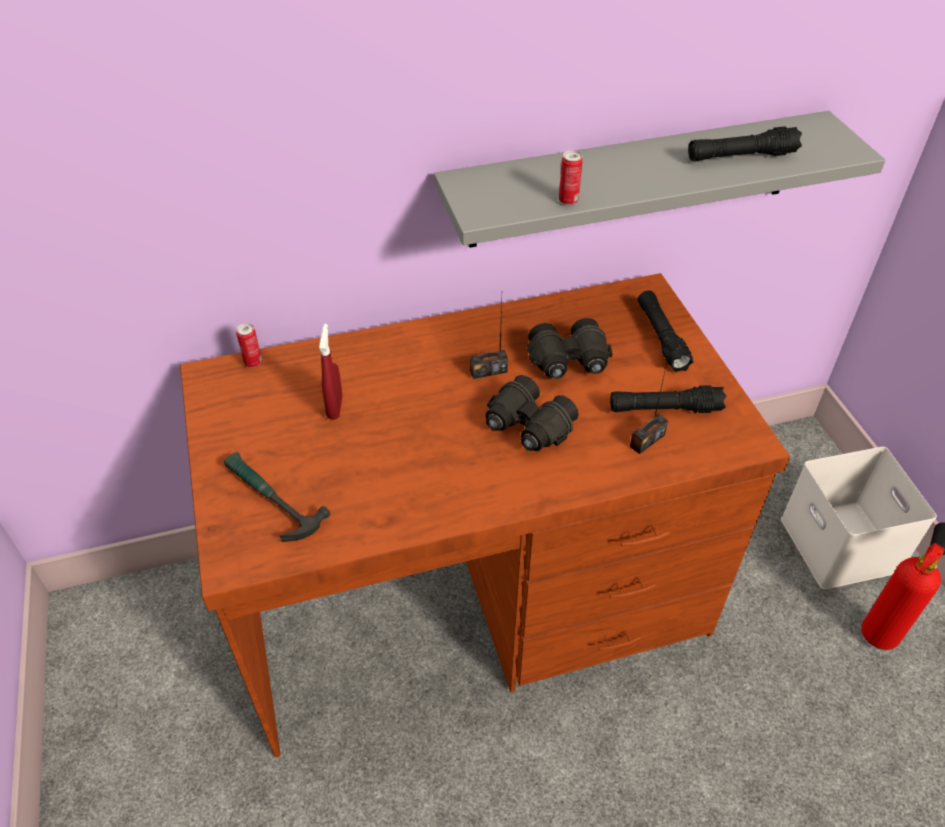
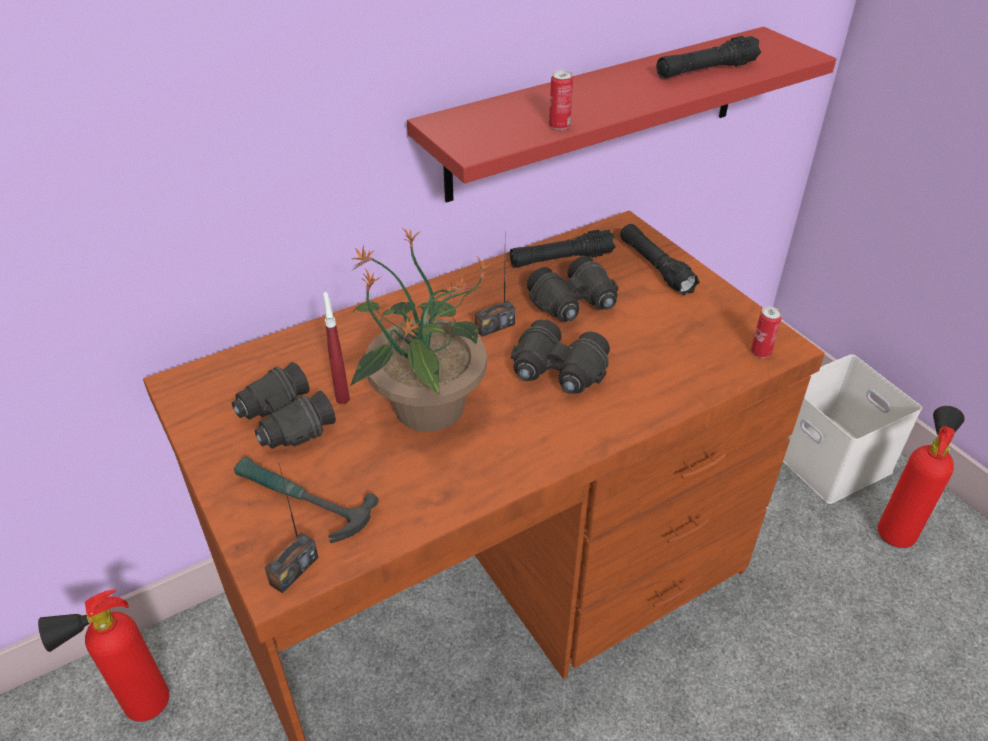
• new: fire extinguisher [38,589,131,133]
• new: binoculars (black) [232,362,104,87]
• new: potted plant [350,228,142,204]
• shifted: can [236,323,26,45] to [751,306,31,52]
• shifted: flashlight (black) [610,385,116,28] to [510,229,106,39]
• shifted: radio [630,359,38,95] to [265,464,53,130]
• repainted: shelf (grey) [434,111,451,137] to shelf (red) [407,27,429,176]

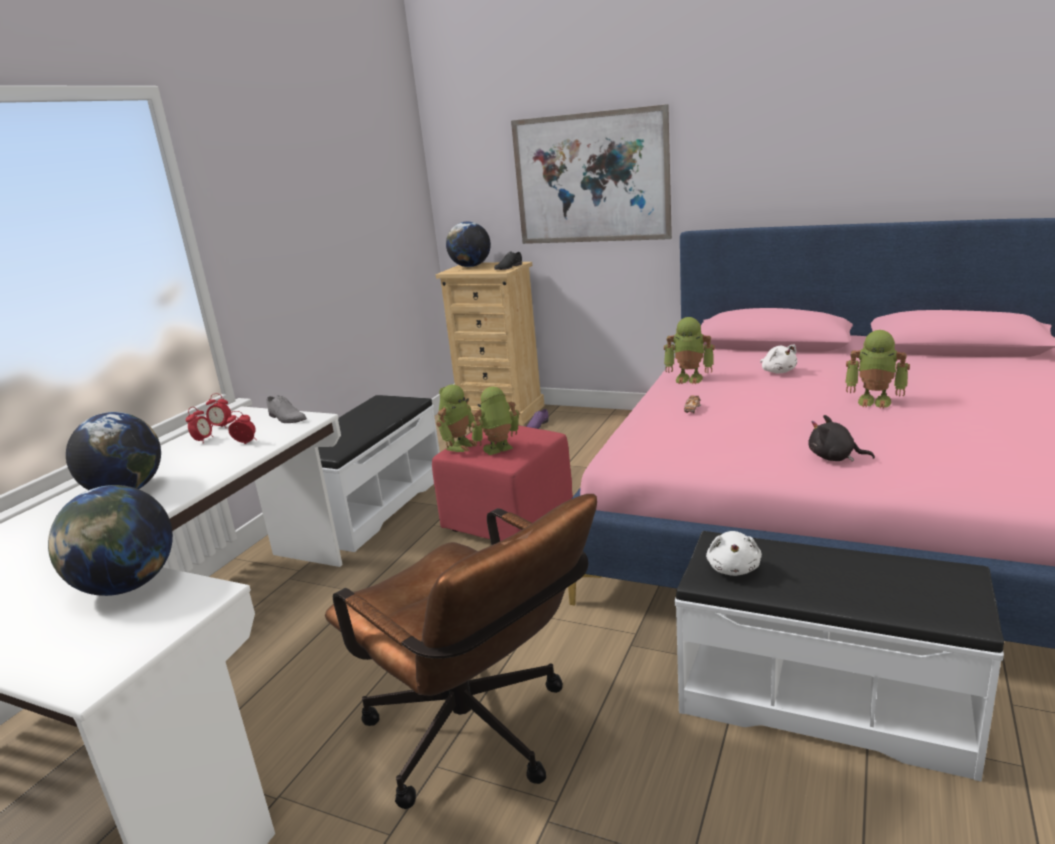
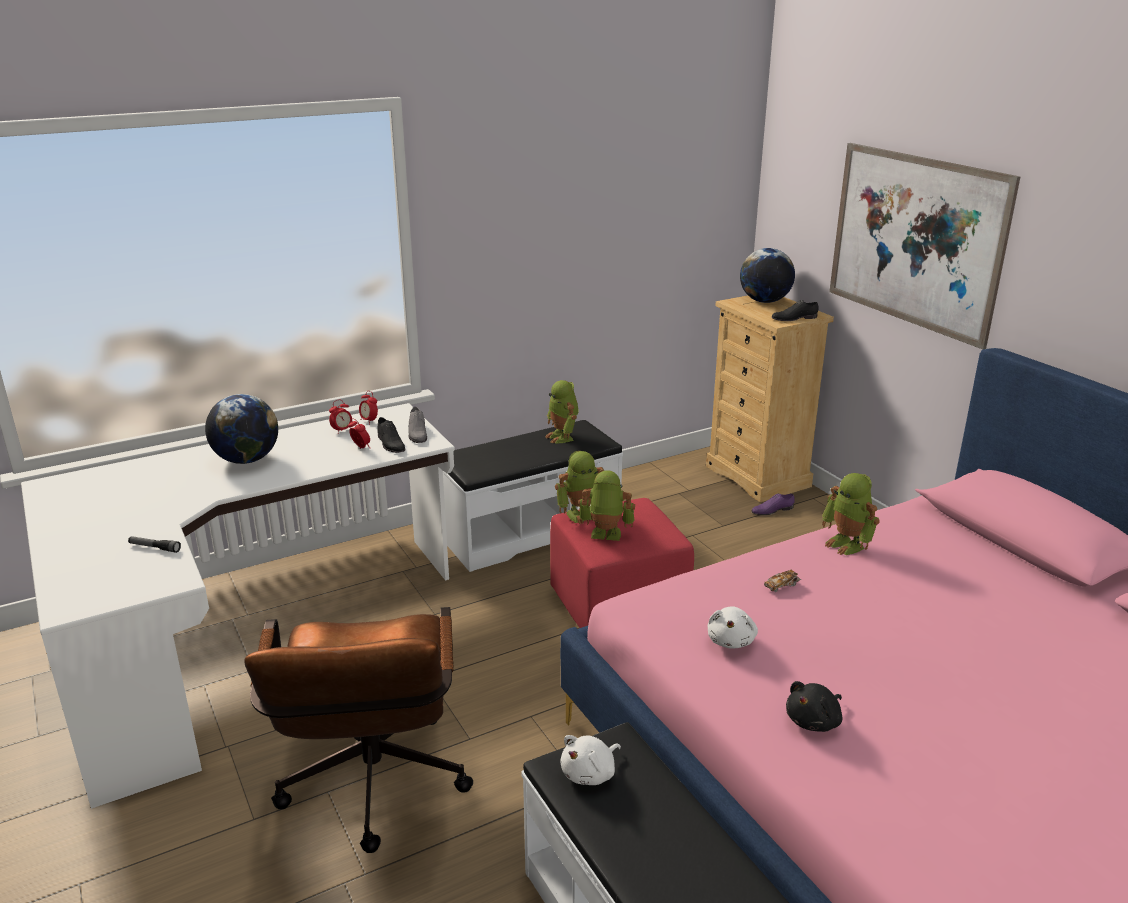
• new: shoe (black) [377,417,28,36]
• shifted: plush toy (white) [760,344,37,29] to [707,607,51,41]
• shifted: toy robot [845,330,65,79] to [545,380,34,64]
• swapped: globe [48,485,125,111] to flashlight [128,536,53,17]
• rotated: plush toy (black) [808,415,67,47] = [786,681,57,51] 105 degrees counterclockwise

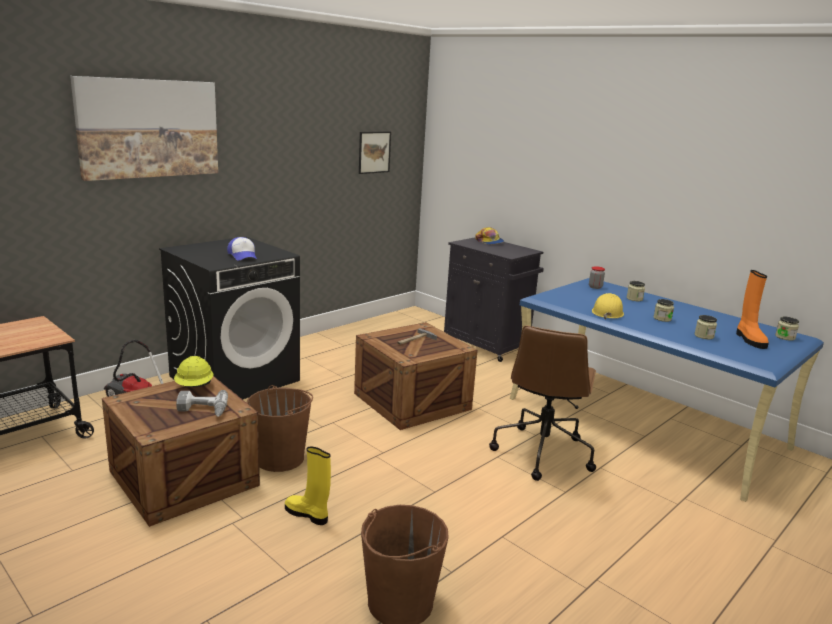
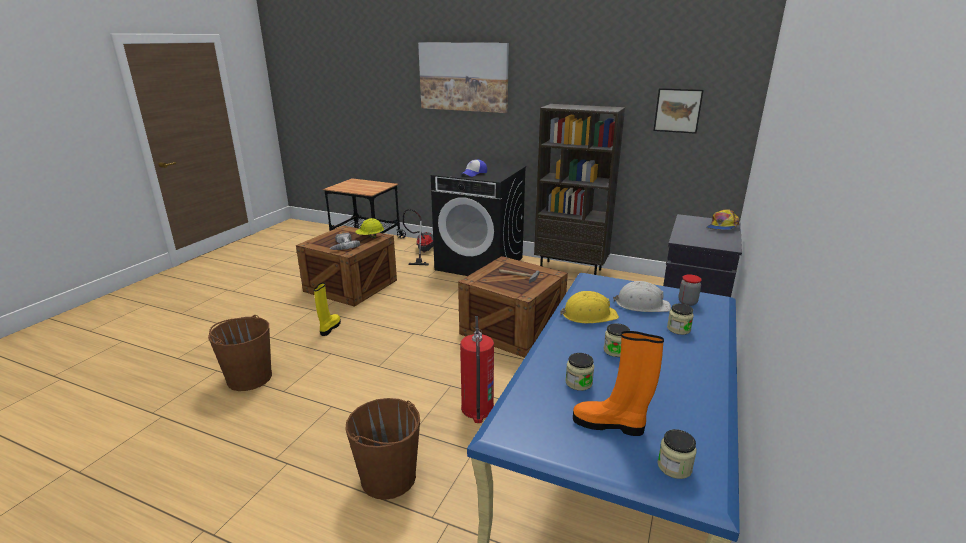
• new: bookcase (brown) [534,104,91,171]
• new: hard hat (white) [613,281,58,31]
• shifted: bucket (brown) [247,385,66,87] to [345,398,75,102]
• swapped: office chair (brown) [489,326,107,155] to fire extinguisher [460,316,34,107]
• rotated: boot (orange) [736,270,33,79] = [573,331,91,105] 45 degrees clockwise

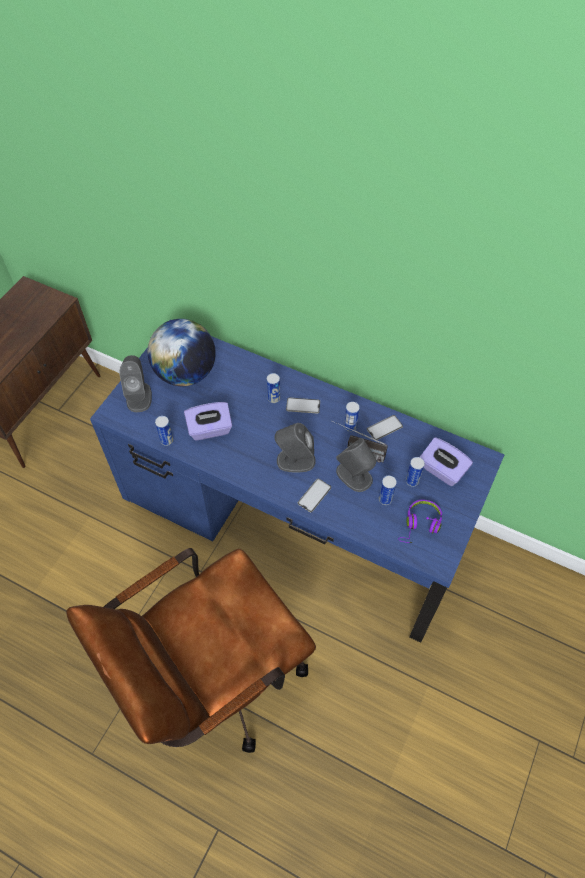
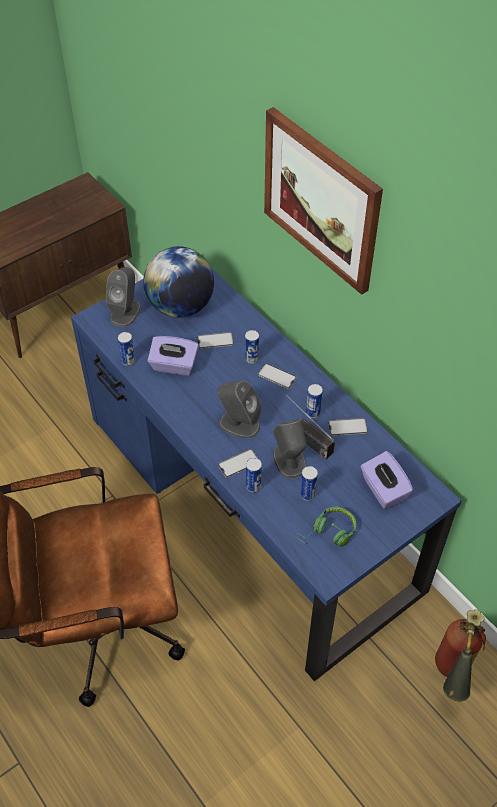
• new: phone [197,332,37,17]
• new: picture [264,107,119,188]
• new: fire extinguisher [435,609,51,92]
• shifted: can [406,457,19,30] to [246,458,16,34]
• repainted: headphones (purple) [398,500,44,43] to headphones (green) [296,507,60,40]

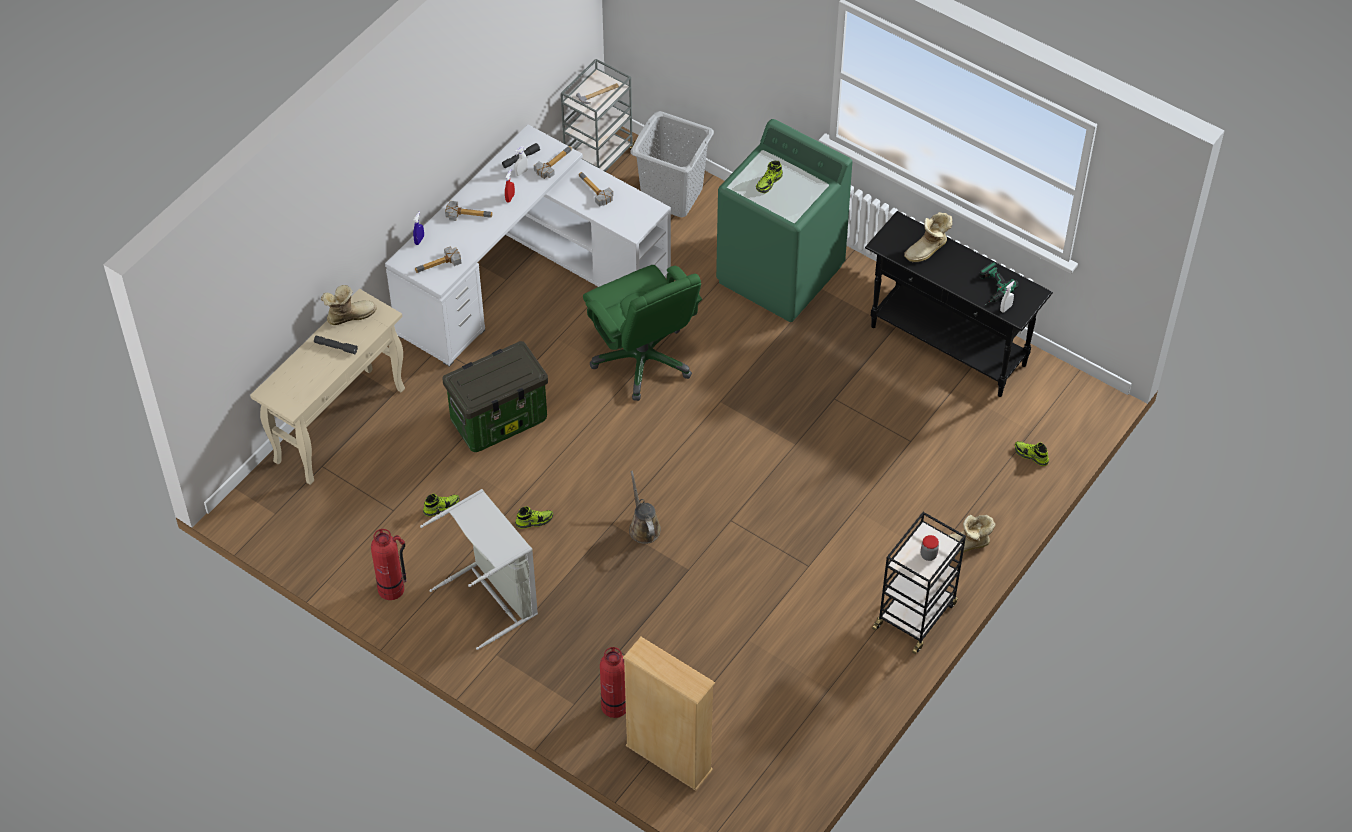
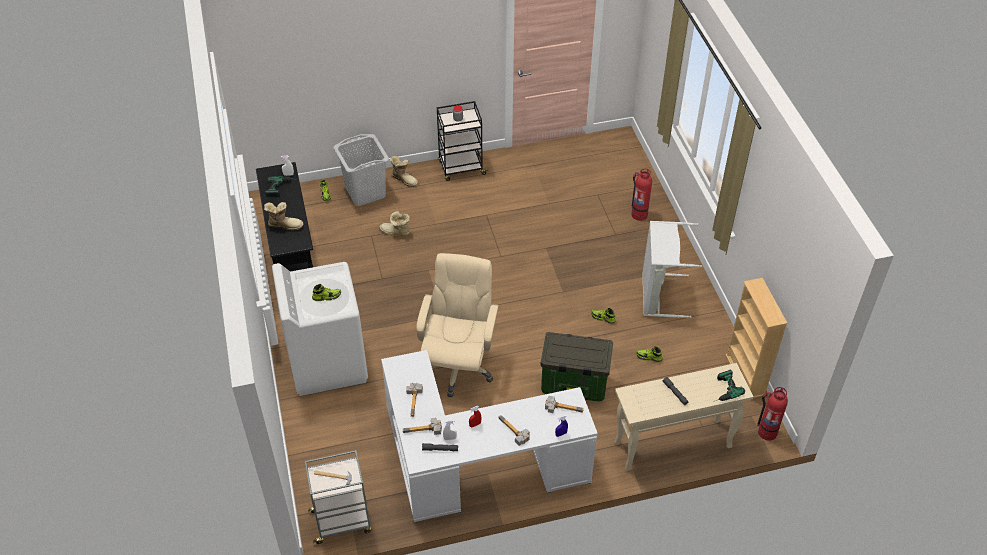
• gone: watering can (brown) [629,471,32,73]
• new: power drill [713,370,32,32]
• shifted: boot [321,285,56,40] to [379,211,31,25]
• shifted: fire extinguisher [371,529,36,71] to [757,387,31,54]
• shifted: bookcase (beige) [623,637,92,154] to [725,278,63,120]
• shifted: laundry basket (grey) [631,111,83,106] to [333,134,56,72]
• repainted: office chair (green) [583,265,119,136] to office chair (beige) [416,253,83,144]
• repainted: washing machine (green) [716,119,136,203] to washing machine (white) [272,262,96,134]

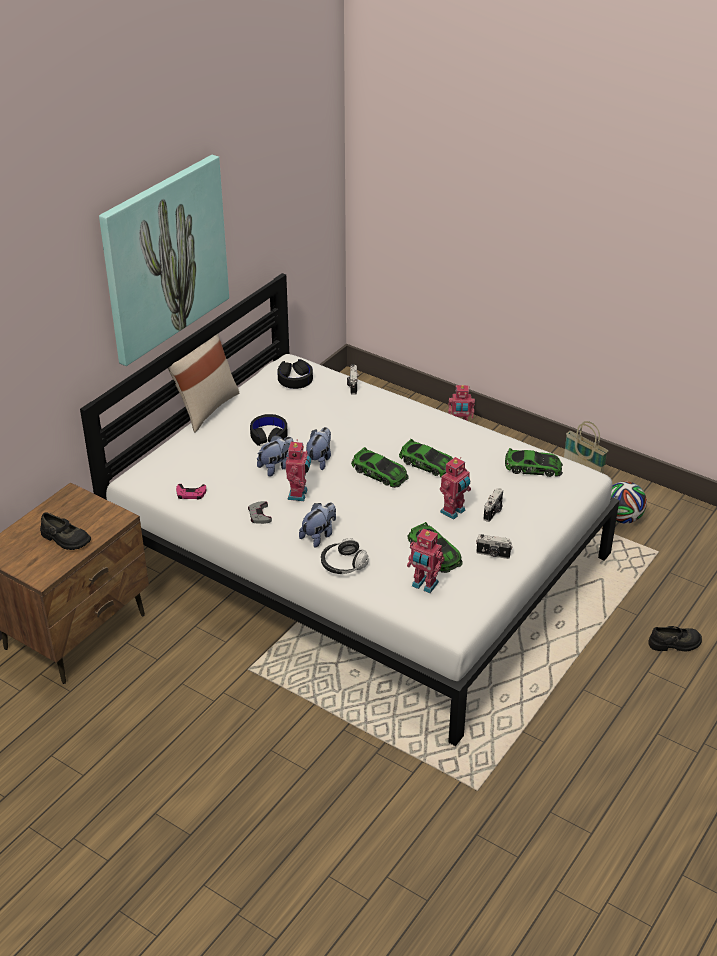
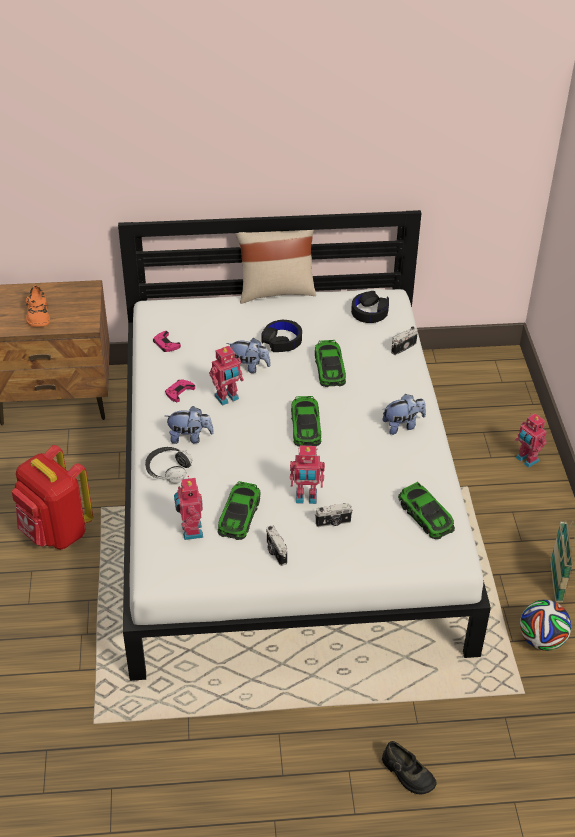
• gone: picture [99,155,130,211]
• new: backpack (red) [12,445,81,105]
• shifted: plush toy [306,427,25,43] to [382,394,44,41]
• shifted: toy car [399,439,54,38] to [315,340,31,47]
• repainted: shoe (black) [40,512,51,38] to shoe (orange) [26,285,24,42]
• repainted: game controller (grey) [248,501,24,23] to game controller (pink) [165,379,30,23]

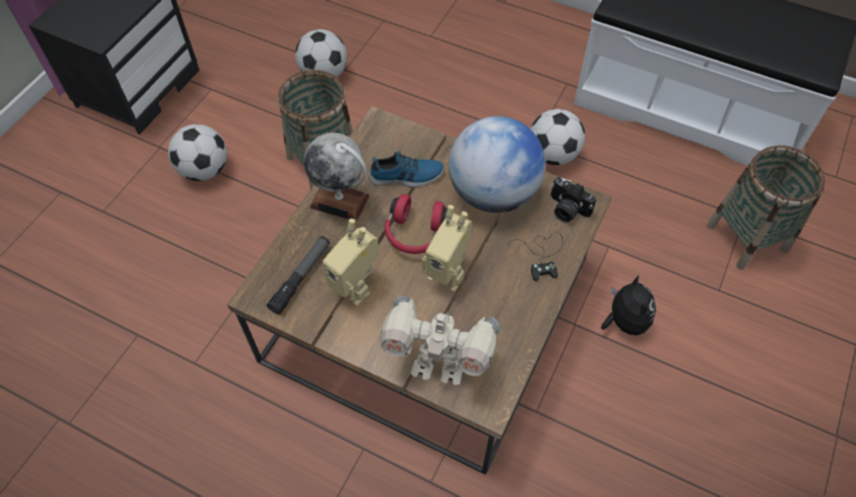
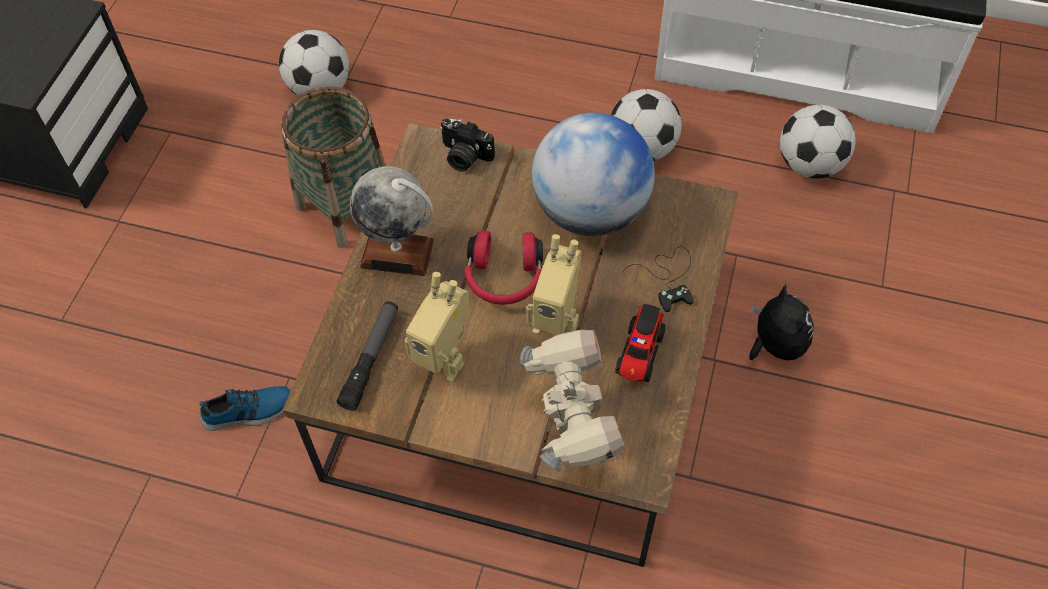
• gone: basket [707,146,118,124]
• new: toy truck [615,304,50,78]
• shifted: football [168,124,59,57] to [780,105,76,74]
• shifted: shoe [369,150,75,37] to [199,386,92,45]
• shifted: photo camera [551,177,45,46] to [440,118,55,54]
• rotated: toy robot [381,296,119,90] = [520,329,105,143] 105 degrees counterclockwise

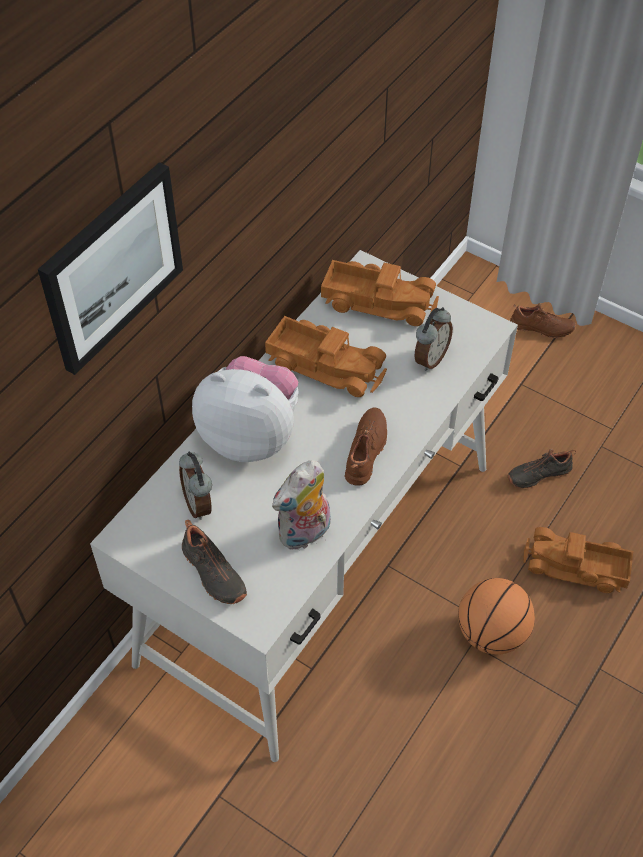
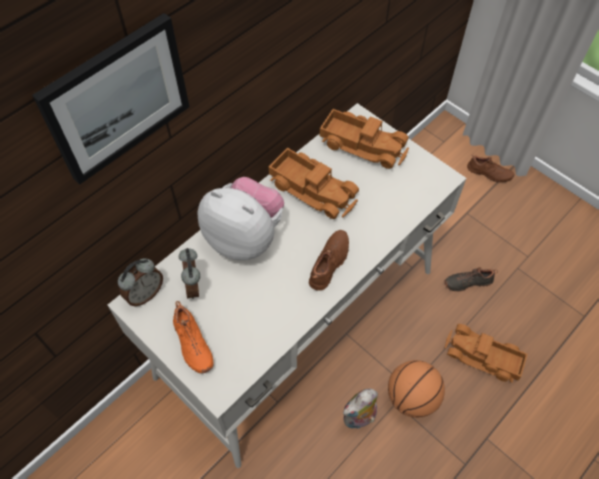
• shifted: plush toy [272,460,58,91] to [343,389,35,40]
• shifted: alarm clock [414,307,39,64] to [118,258,45,48]
• repainted: shoe (black) [182,520,65,84] to shoe (orange) [173,301,40,73]

